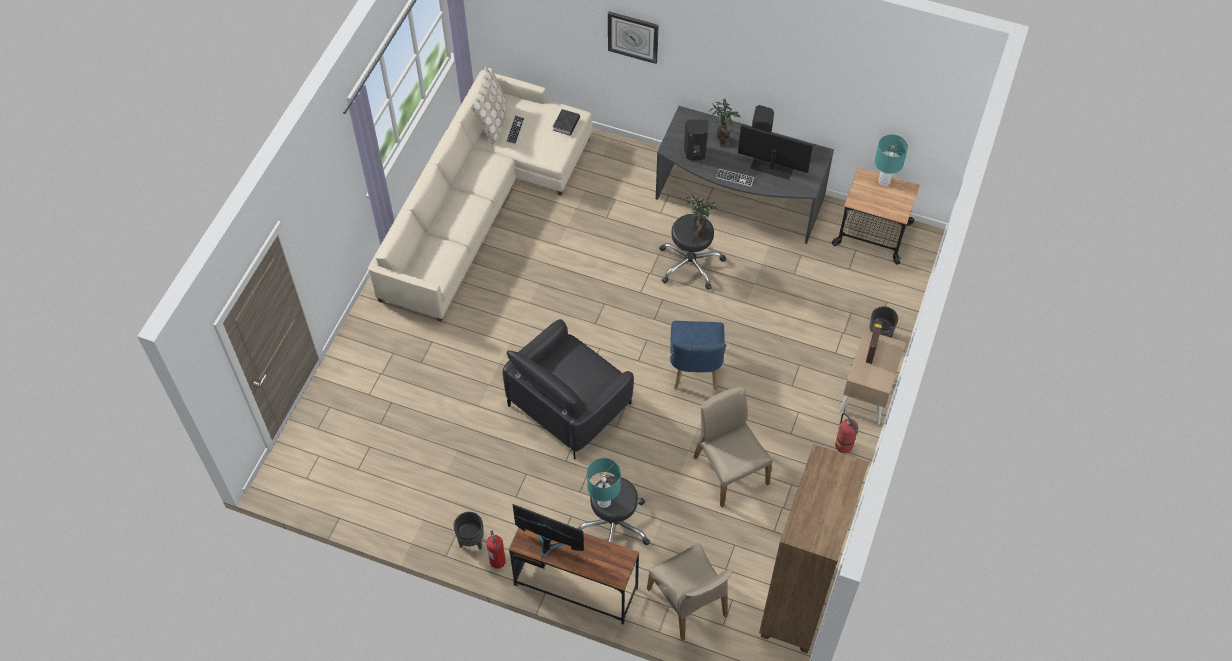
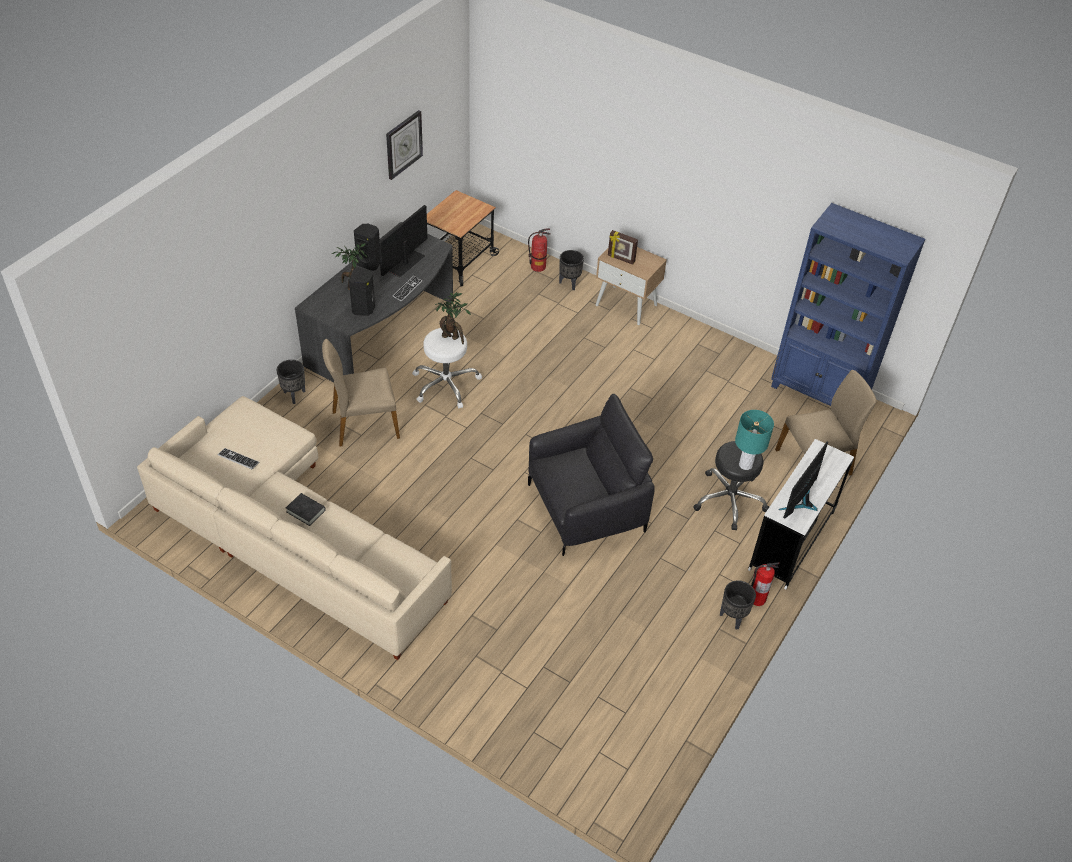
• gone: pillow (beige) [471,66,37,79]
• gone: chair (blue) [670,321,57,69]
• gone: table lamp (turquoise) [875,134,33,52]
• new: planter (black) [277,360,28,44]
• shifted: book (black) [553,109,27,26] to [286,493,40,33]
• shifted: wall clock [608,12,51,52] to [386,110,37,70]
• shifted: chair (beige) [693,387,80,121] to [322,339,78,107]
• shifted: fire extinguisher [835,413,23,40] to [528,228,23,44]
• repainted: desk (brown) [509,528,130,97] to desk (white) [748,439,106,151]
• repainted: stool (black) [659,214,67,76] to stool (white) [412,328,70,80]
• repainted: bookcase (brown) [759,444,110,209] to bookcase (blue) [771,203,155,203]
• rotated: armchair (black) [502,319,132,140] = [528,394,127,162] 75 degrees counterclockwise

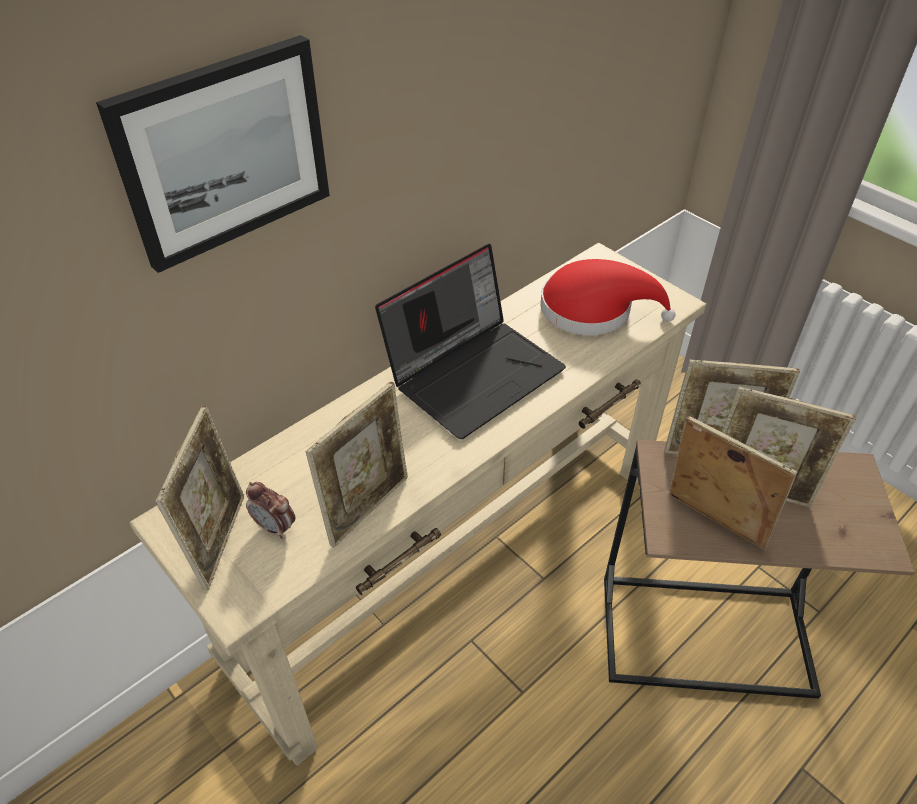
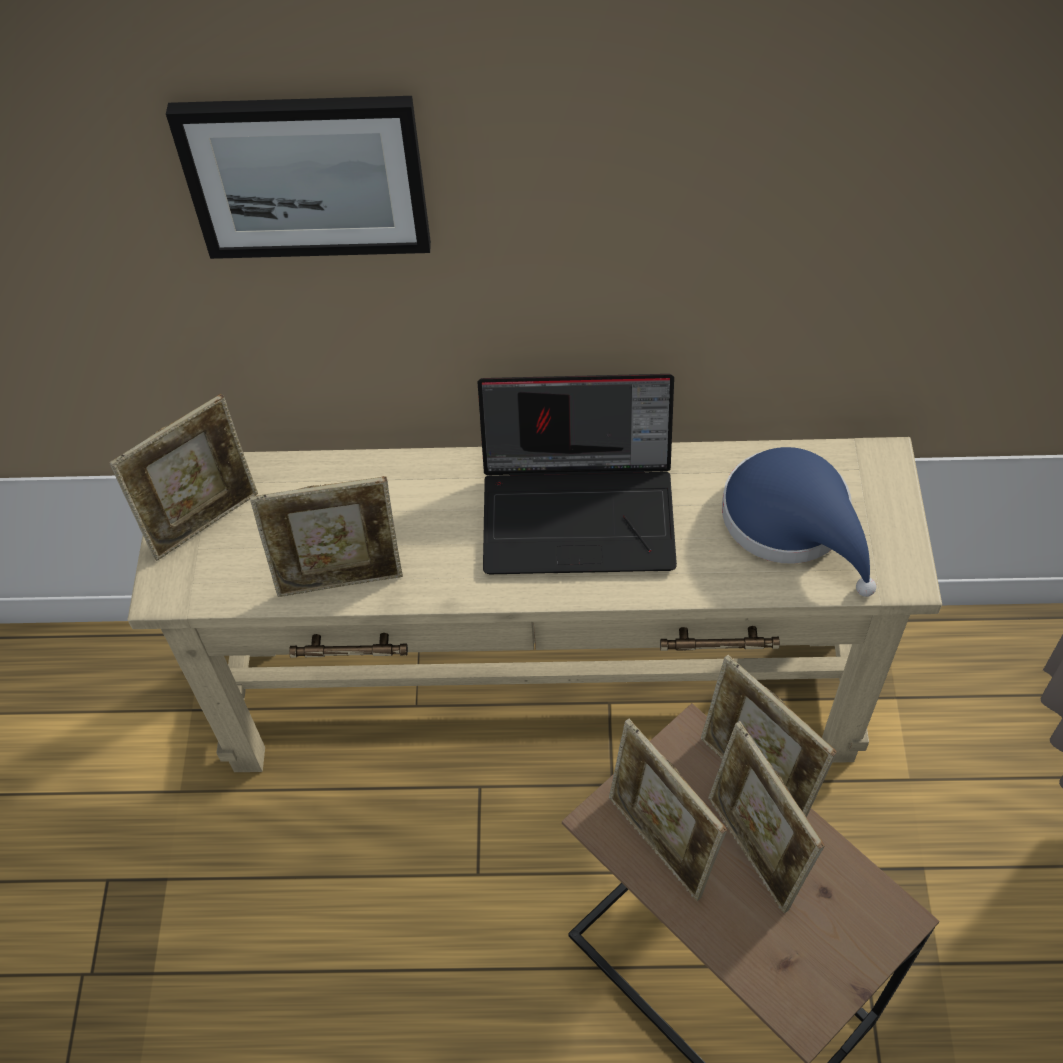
• gone: alarm clock [246,482,49,57]
• repainted: hat (red) [541,259,135,76] to hat (blue) [722,447,154,150]
• rotated: picture frame [669,415,128,135] = [609,719,118,182] 150 degrees clockwise

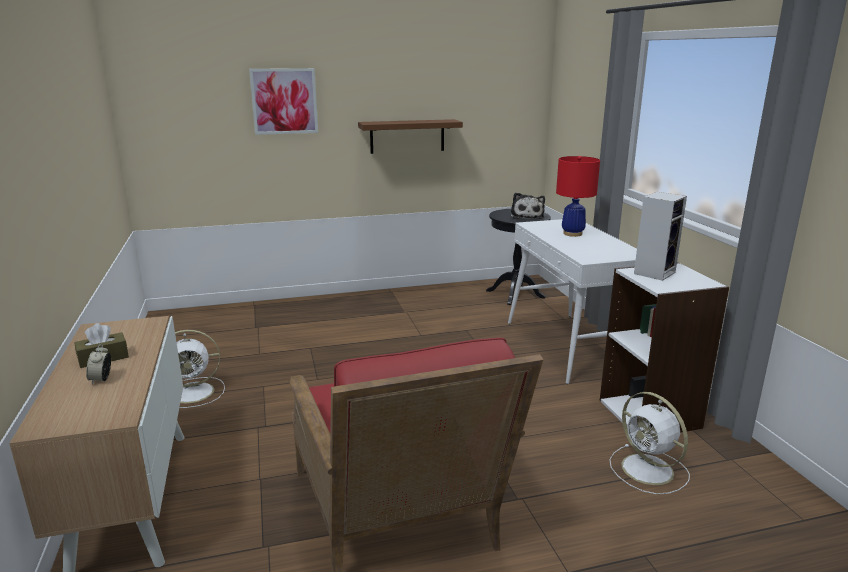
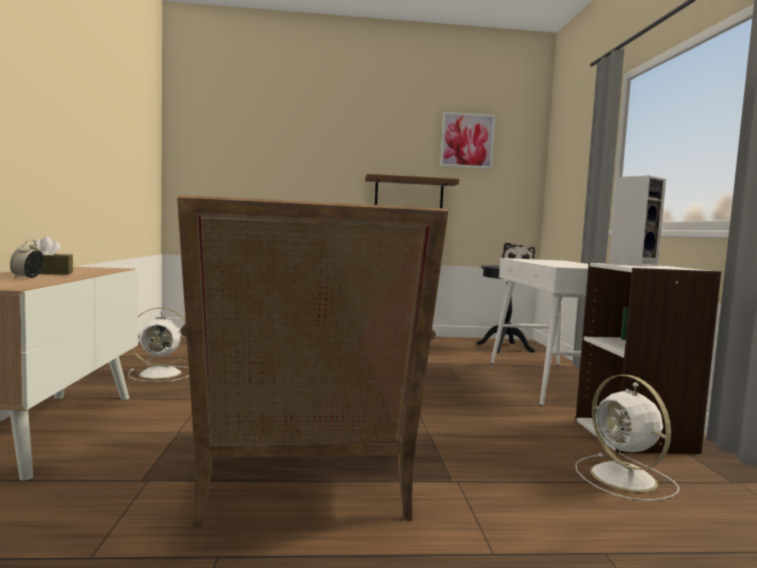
• gone: table lamp (red) [556,156,44,81]
• shifted: picture [249,68,69,67] to [440,112,56,57]

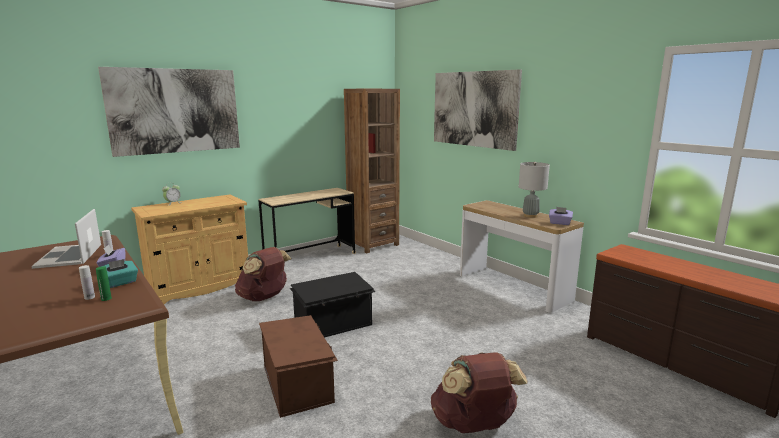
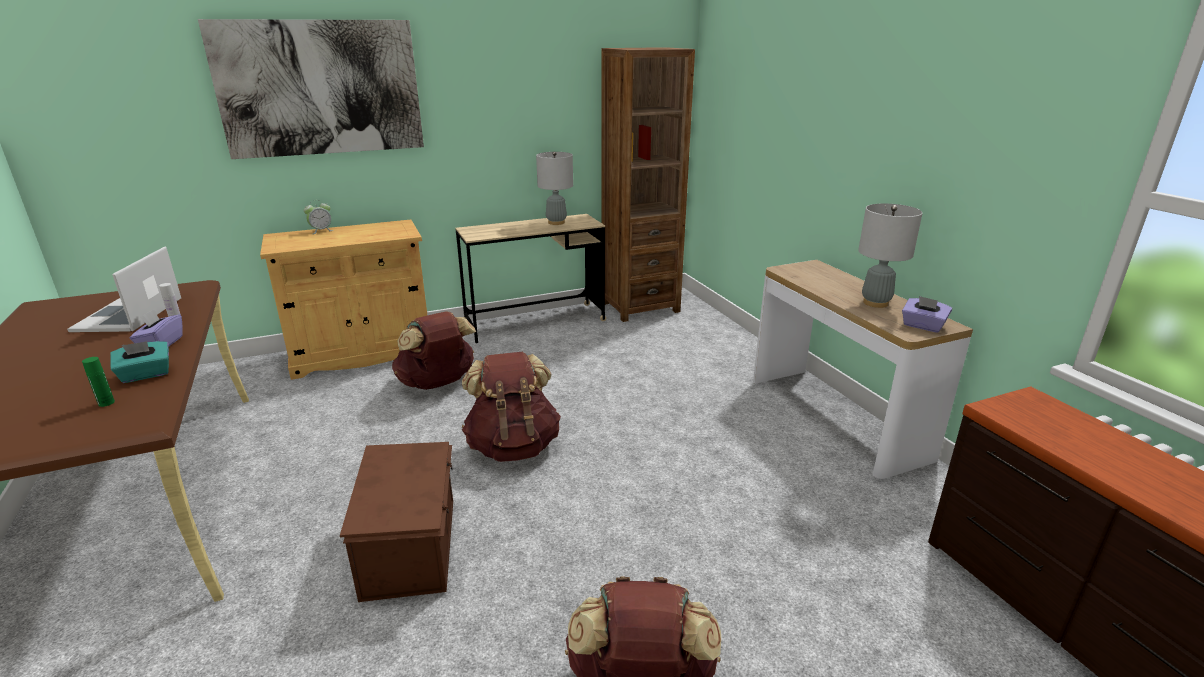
• gone: bottle (white) [79,265,16,35]
• gone: picture [434,69,88,82]
• new: table lamp (grey) [536,152,37,73]
• swapped: storage box (black) [290,272,85,66] to backpack (brown) [462,352,99,110]

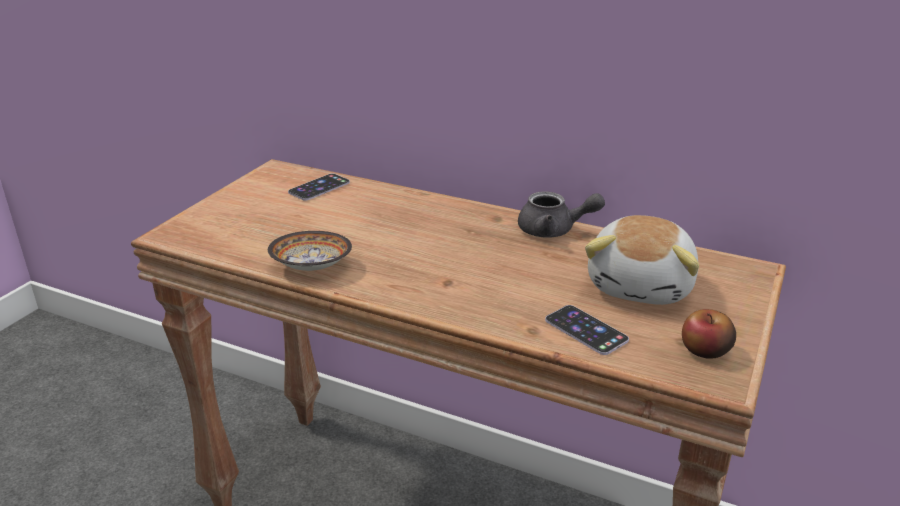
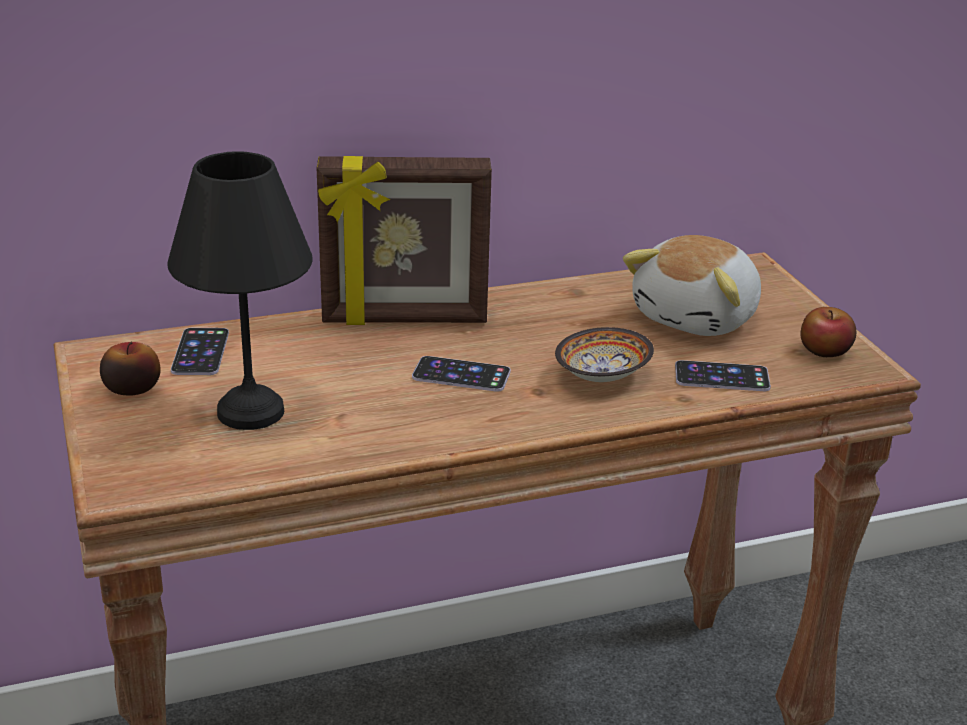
• gone: teapot (grey) [518,191,87,47]
• new: apple [100,342,61,54]
• new: table lamp (black) [167,151,146,279]
• new: picture frame [317,156,175,169]
• new: phone [412,356,99,36]
• shifted: bowl [268,231,84,40] to [555,327,99,55]
• rotated: plush toy [585,215,114,90] = [623,235,138,101] 60 degrees clockwise

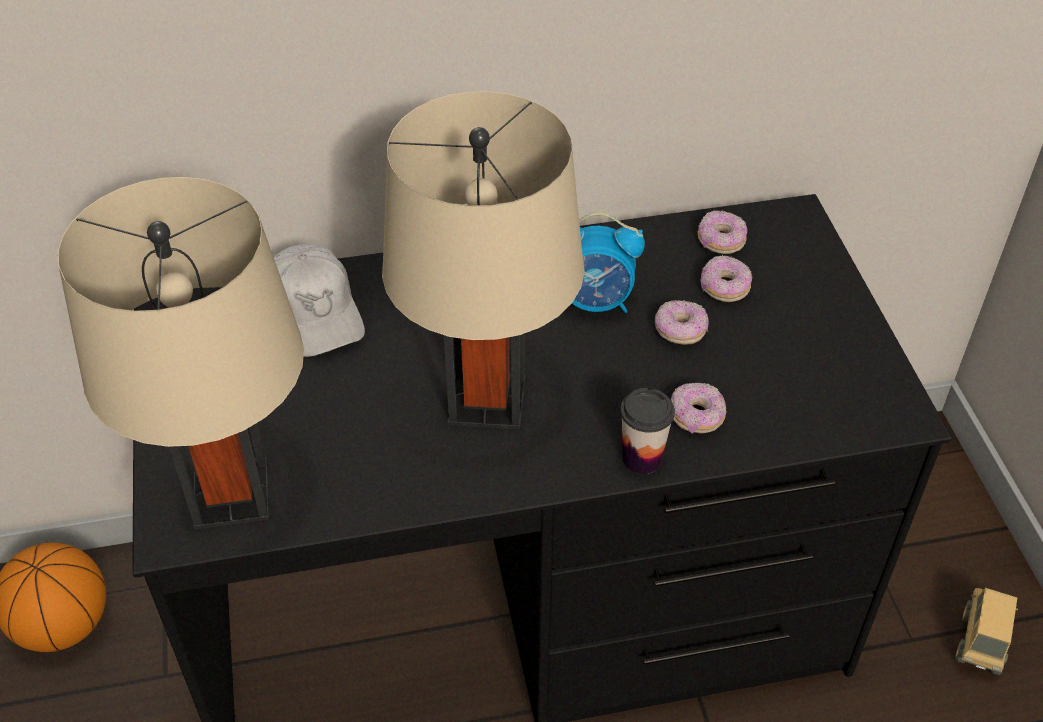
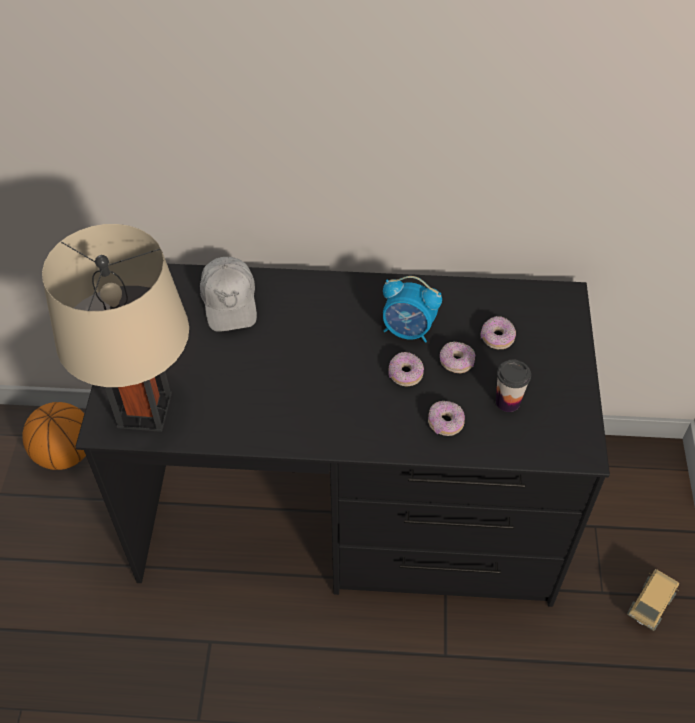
• gone: table lamp (beige) [382,91,203,338]
• shifted: cup [620,388,55,86] to [496,359,35,53]
• shifted: donut [698,210,49,44] to [388,352,36,34]

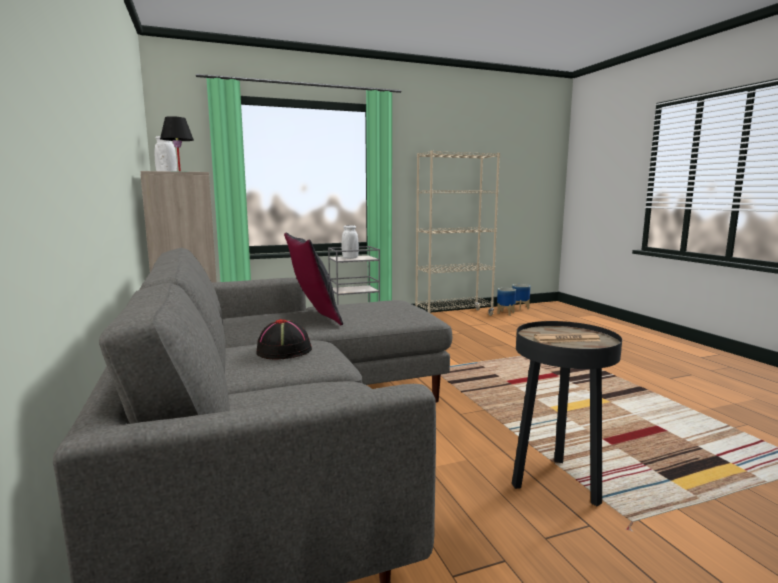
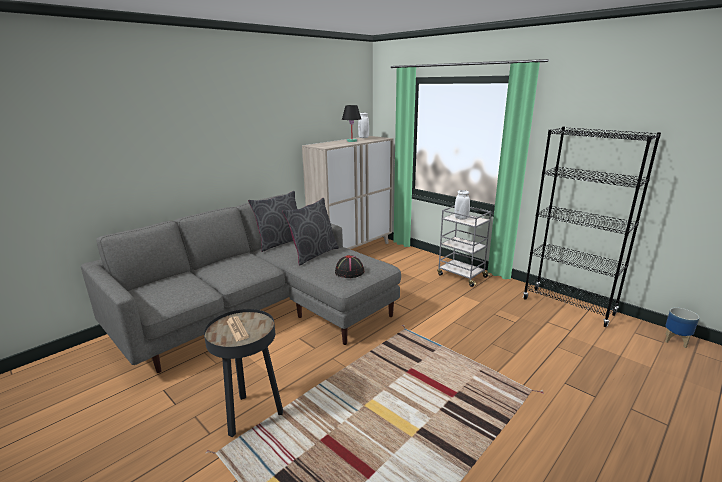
• gone: planter [497,288,19,28]
• new: pillow (grey) [248,191,49,61]
• shifted: hat (black) [256,319,56,41] to [335,255,29,23]
• repainted: bookcase (beige) [415,150,85,166] to bookcase (black) [523,127,138,200]

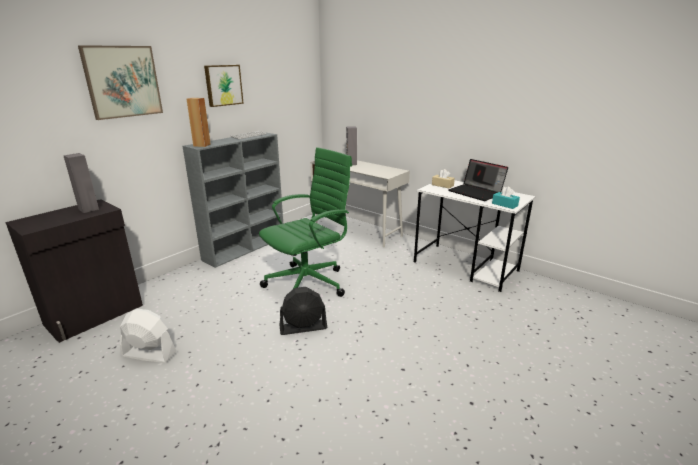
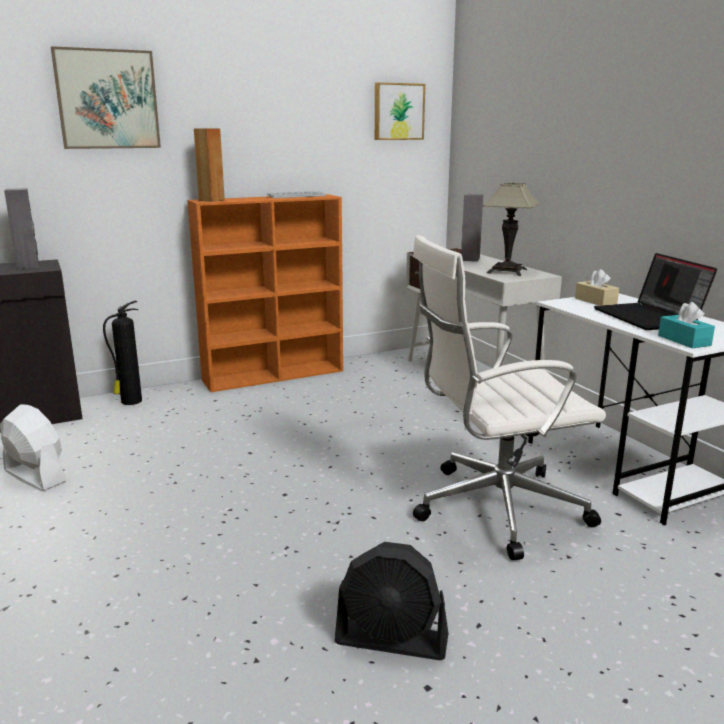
• gone: office chair (green) [259,147,93,150]
• new: fire extinguisher [103,301,39,104]
• new: office chair (white) [413,235,193,325]
• new: table lamp [482,183,59,93]
• shifted: picture [204,65,40,42] to [375,82,50,58]
• shifted: fan (black) [279,287,48,48] to [334,542,114,118]
• repainted: bookcase (grey) [182,132,101,136] to bookcase (orange) [187,194,156,198]

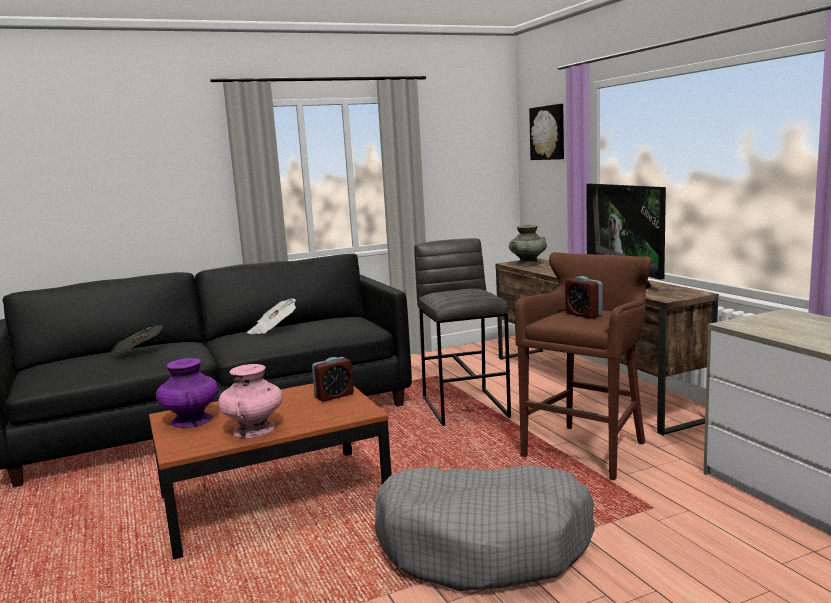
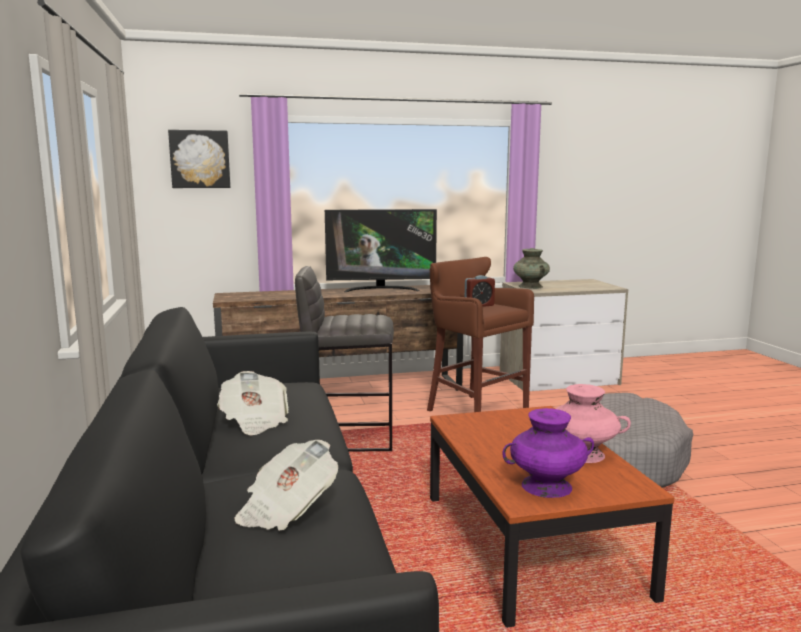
• gone: alarm clock [312,357,42,45]
• shifted: vase (turquoise) [509,224,38,42] to [513,248,37,41]

